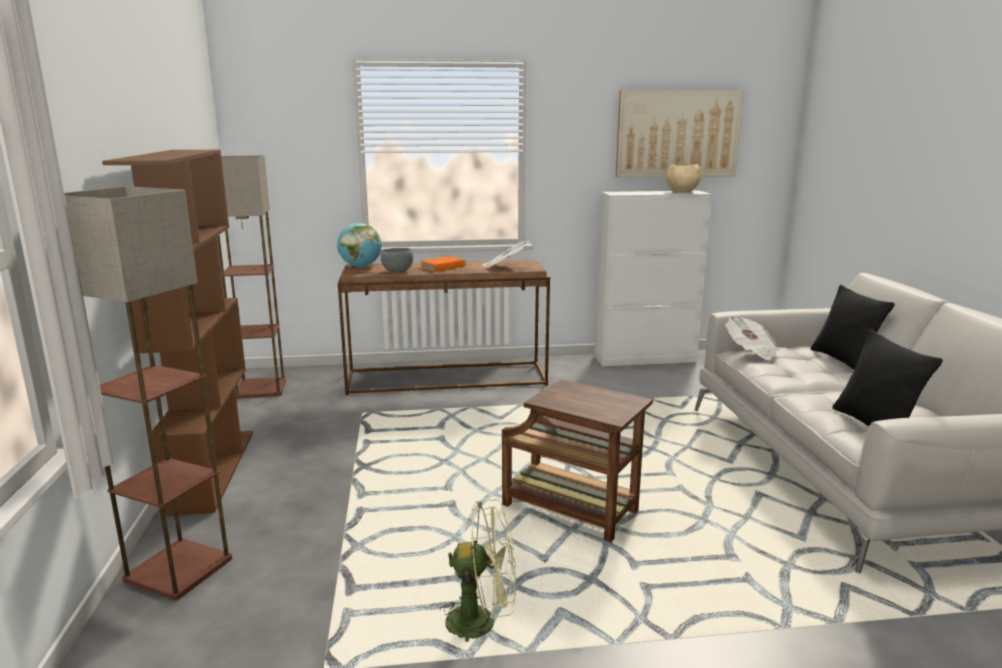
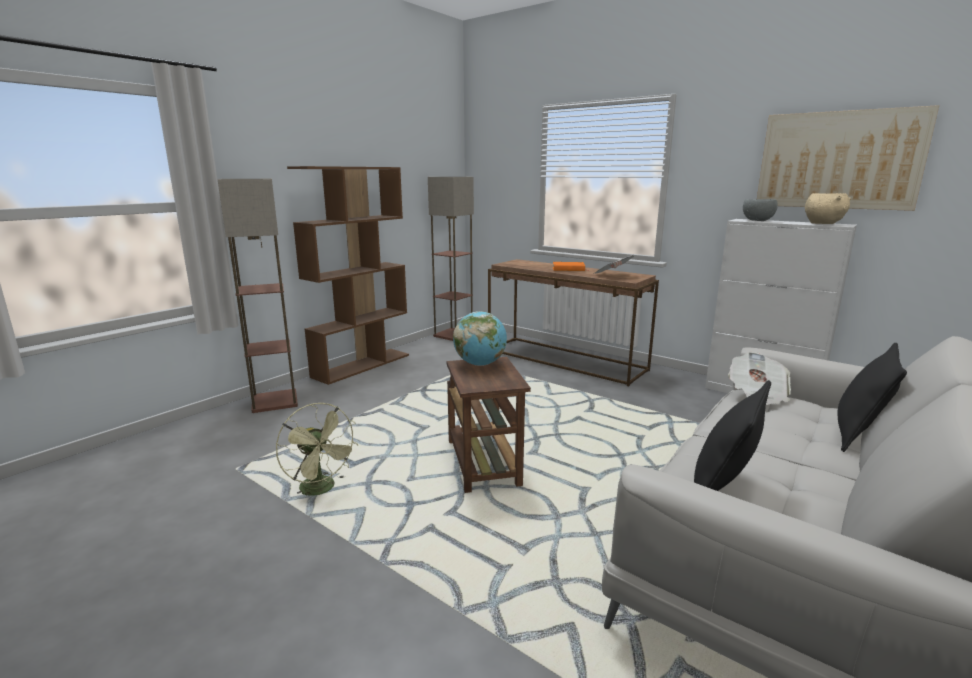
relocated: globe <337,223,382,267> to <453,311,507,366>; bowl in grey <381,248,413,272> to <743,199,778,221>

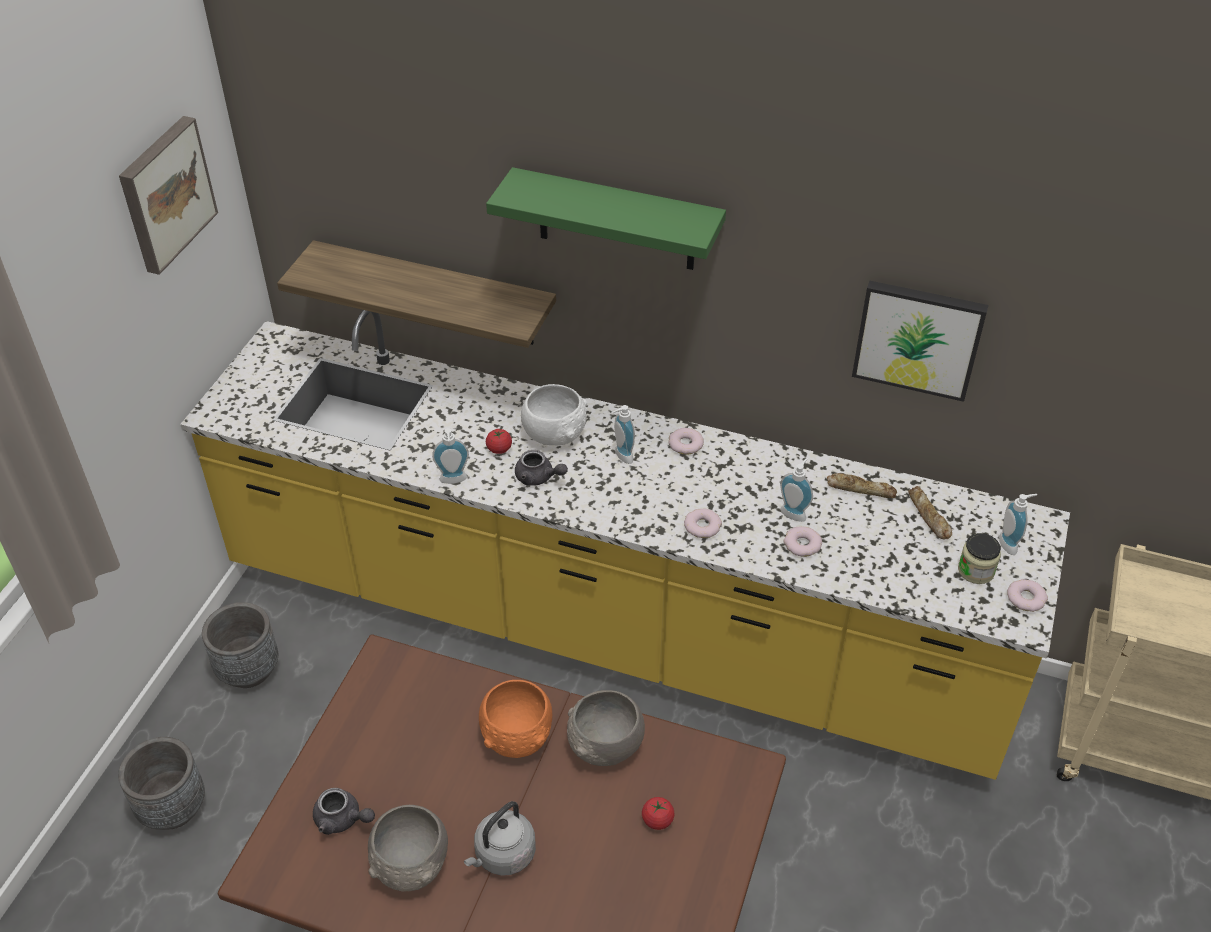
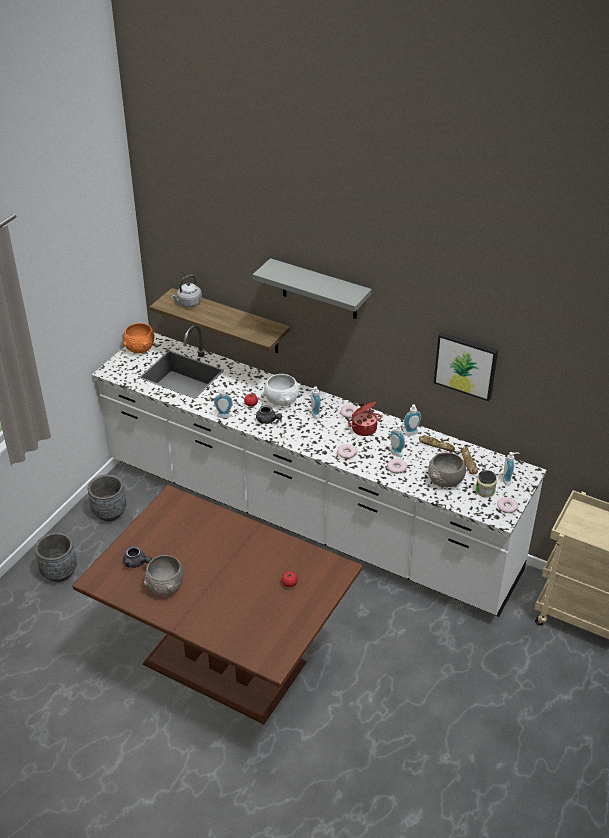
missing: picture <119,116,218,275>
appeared: cooking pot <348,402,382,436>; soap dispenser <404,404,421,436>
relocated: bowl in orange <479,680,552,758> to <123,323,154,353>; kettle in grey <464,801,536,876> to <171,275,202,307>; bowl in grey <567,690,645,766> to <428,452,466,487>
colour: counter in yellow <180,310,1070,780> to counter in white <92,325,546,617>; shelf in green <486,167,726,270> to shelf in grey <253,258,372,319>

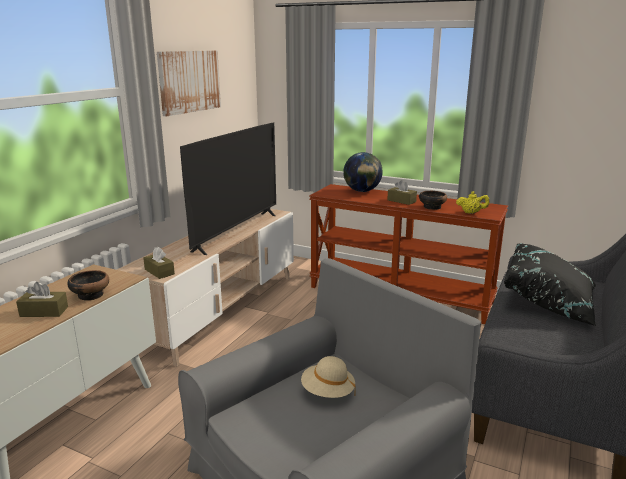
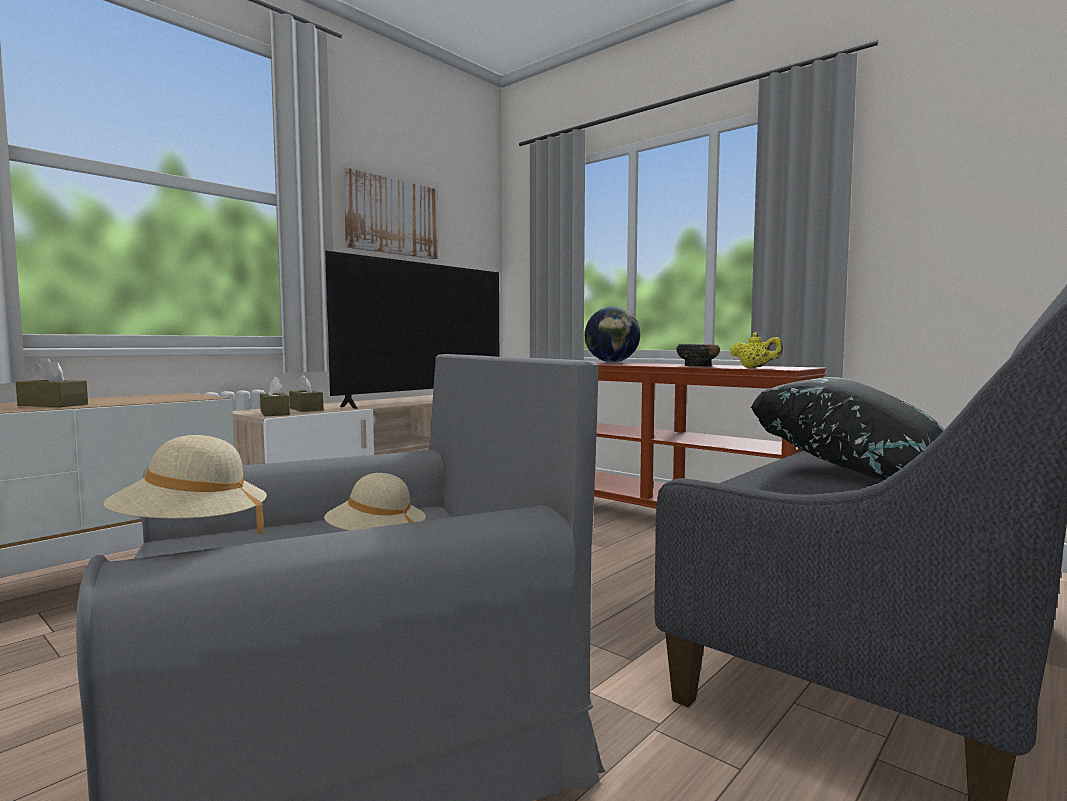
missing: bowl <67,270,109,301>
appeared: hat in beige <104,435,267,534>
relocated: tissue box in brown <387,180,417,205> to <289,374,323,412>

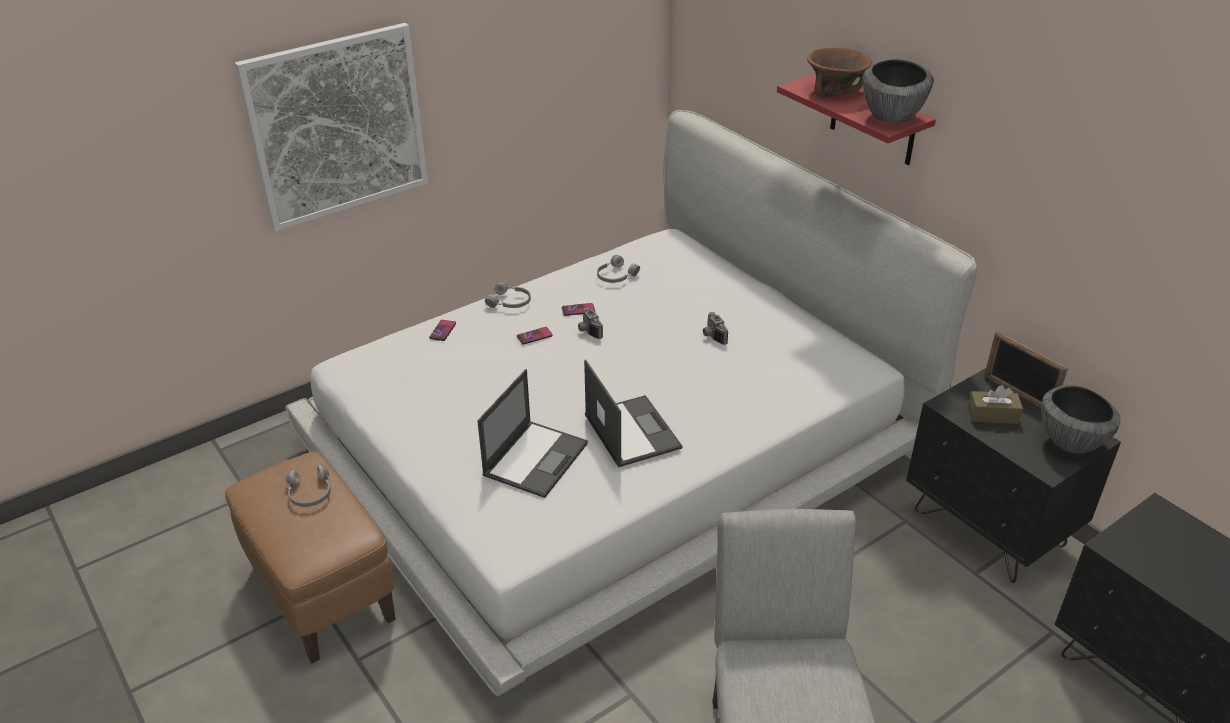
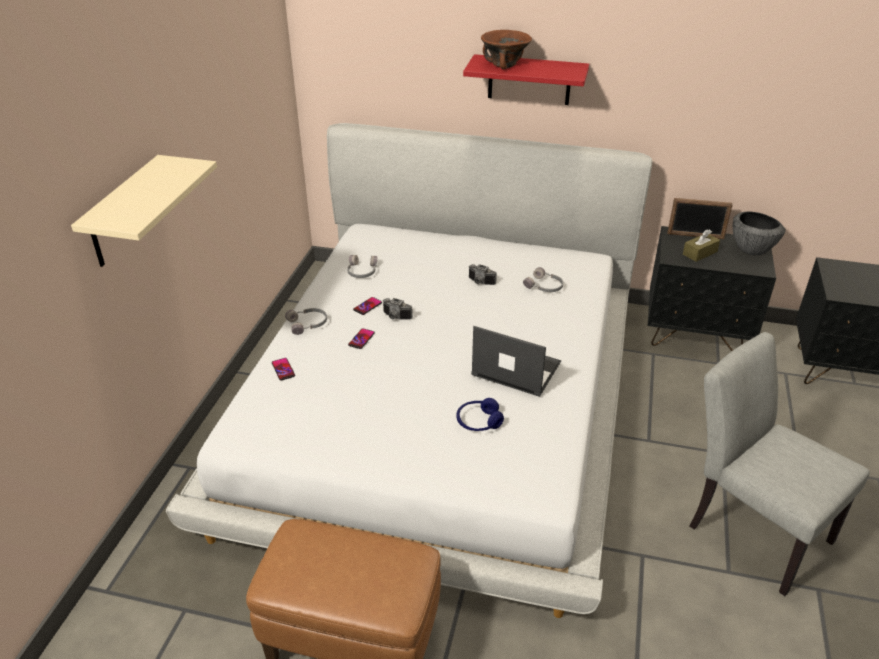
missing: bowl <863,59,934,124>
relocated: headphones in grey <285,464,331,507> to <523,267,563,292>
exchanged: picture <235,23,428,232> to shelf in beige <71,155,217,267>; laptop <477,369,588,498> to headphones in blue <457,398,504,431>

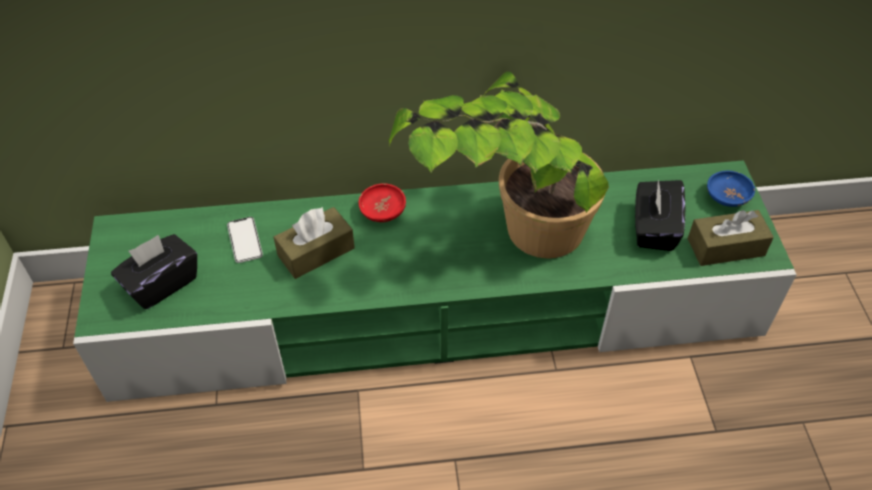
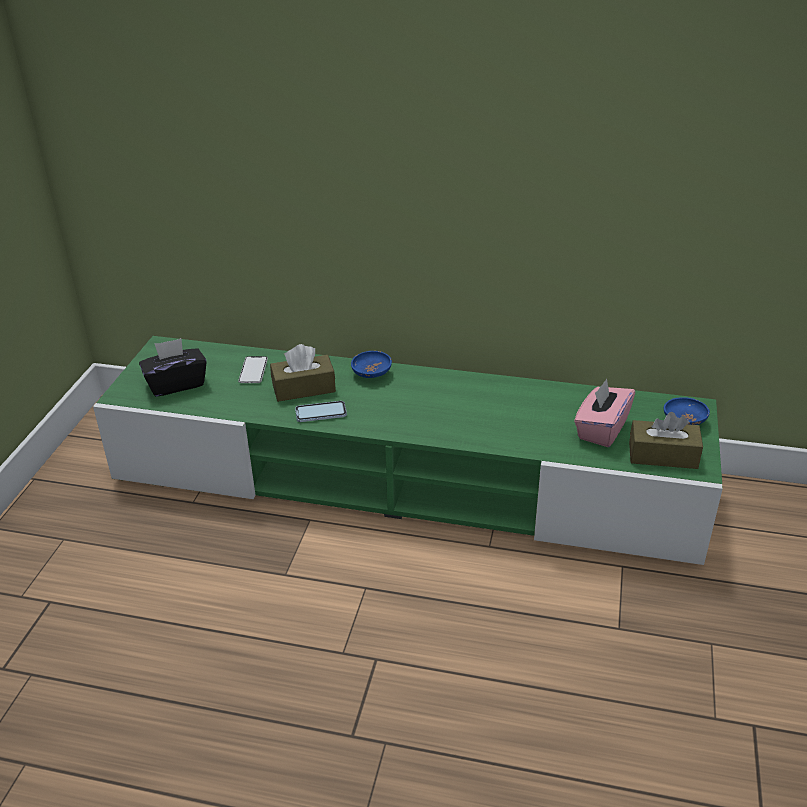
missing: potted plant <388,71,609,259>
appeared: phone <295,401,347,422>
colour: bowl in red <359,183,406,222> to bowl in blue <351,351,392,378>; tissue box in black <635,180,685,251> to tissue box in pink <574,379,635,447>

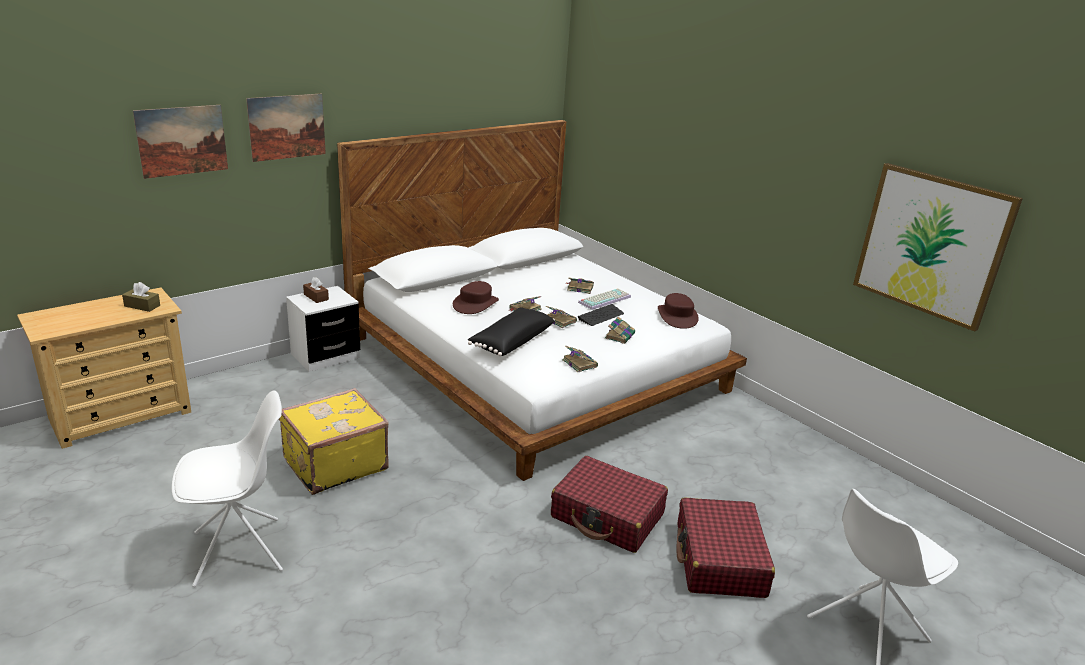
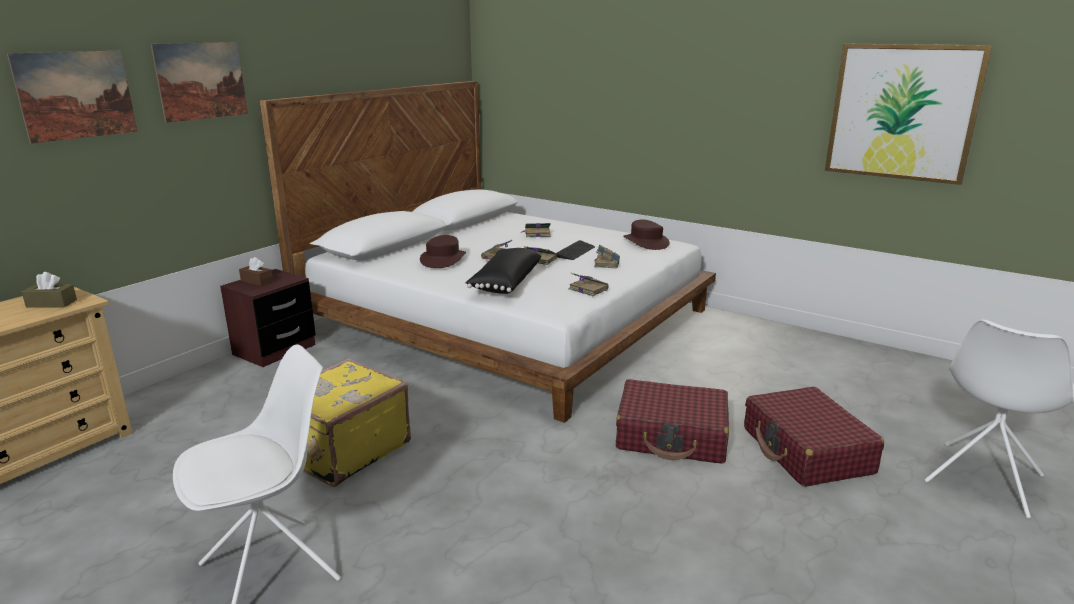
missing: keyboard <578,288,631,310>
colour: nightstand in white <286,286,360,372> to nightstand in brown <220,269,316,367>

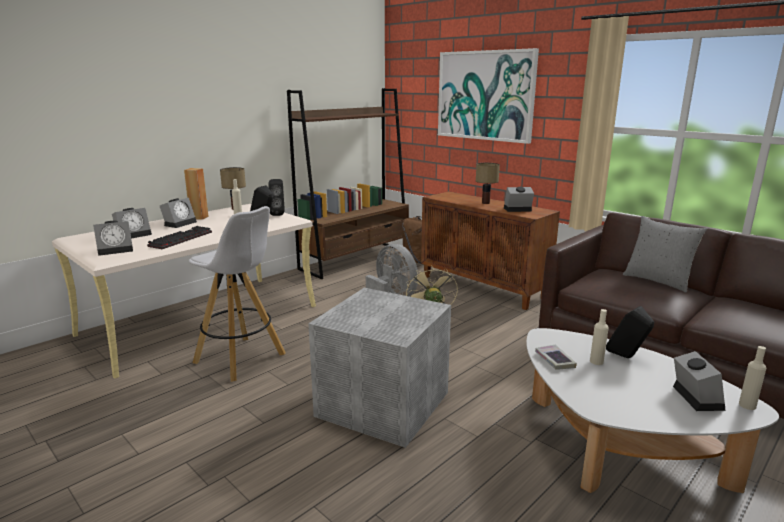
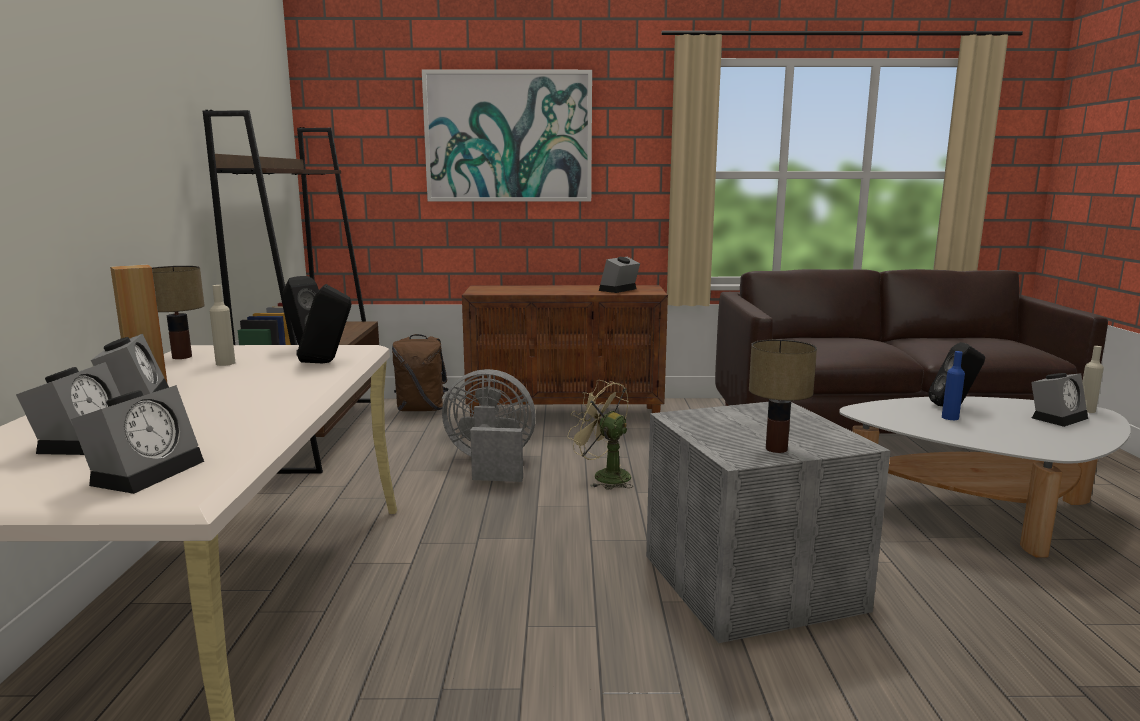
missing: keyboard <147,226,212,249>; stool in white <189,206,286,382>; book <535,345,577,370>; pillow in grey <623,216,707,293>
relocated: table lamp <476,163,500,204> to <749,339,817,453>
colour: bottle in beige <590,309,609,365> to bottle in blue <942,351,965,420>
spun: alarm clock <673,351,725,411> = <1031,373,1088,427> 105 degrees clockwise

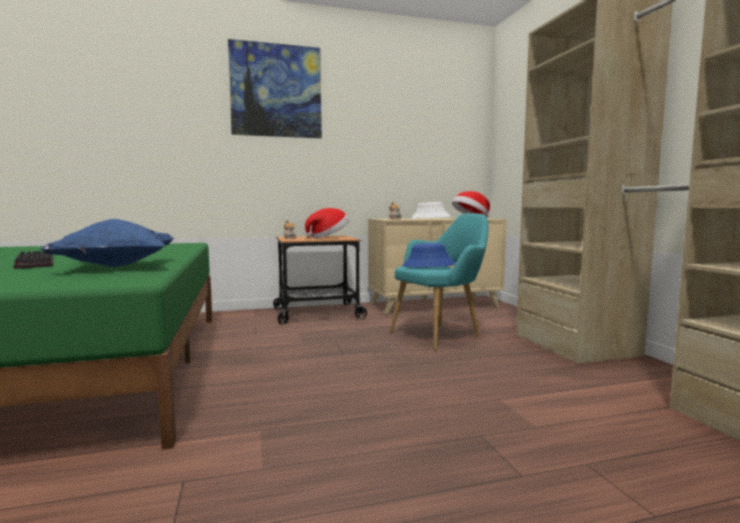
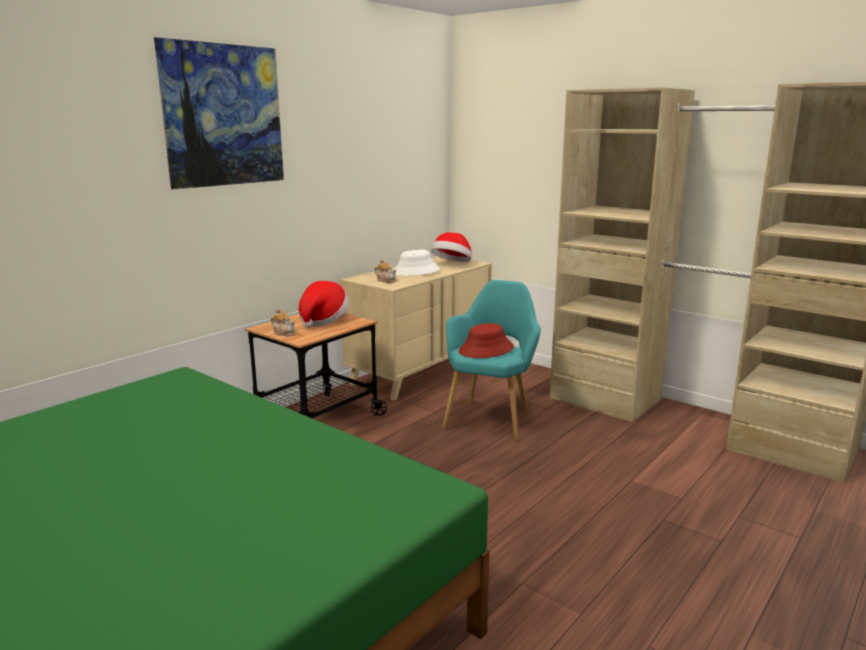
missing: keyboard <13,251,53,269>; pillow in blue <40,219,174,267>
colour: hat in blue <402,243,455,268> to hat in red <459,323,514,358>

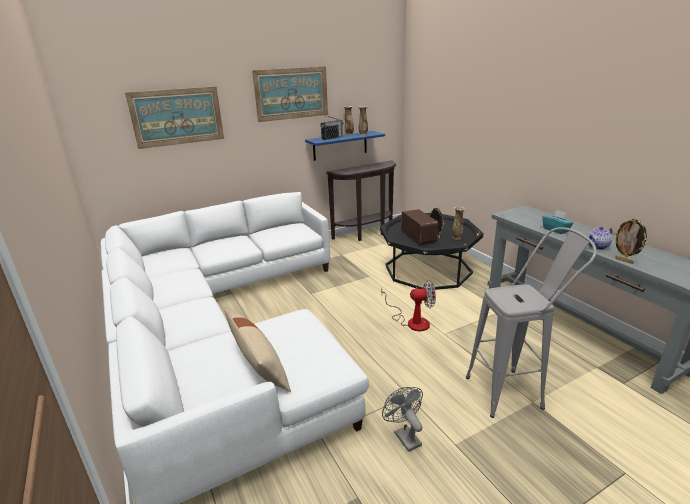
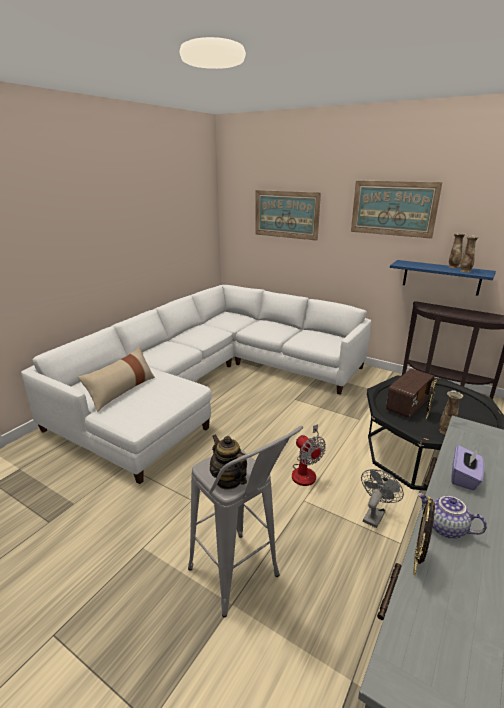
missing: radio <320,115,343,140>
appeared: teapot <210,434,247,490>
relocated: fan in grey <382,387,423,452> to <361,469,404,528>
colour: tissue box in turquoise <542,210,573,234> to tissue box in purple <452,445,484,491>

